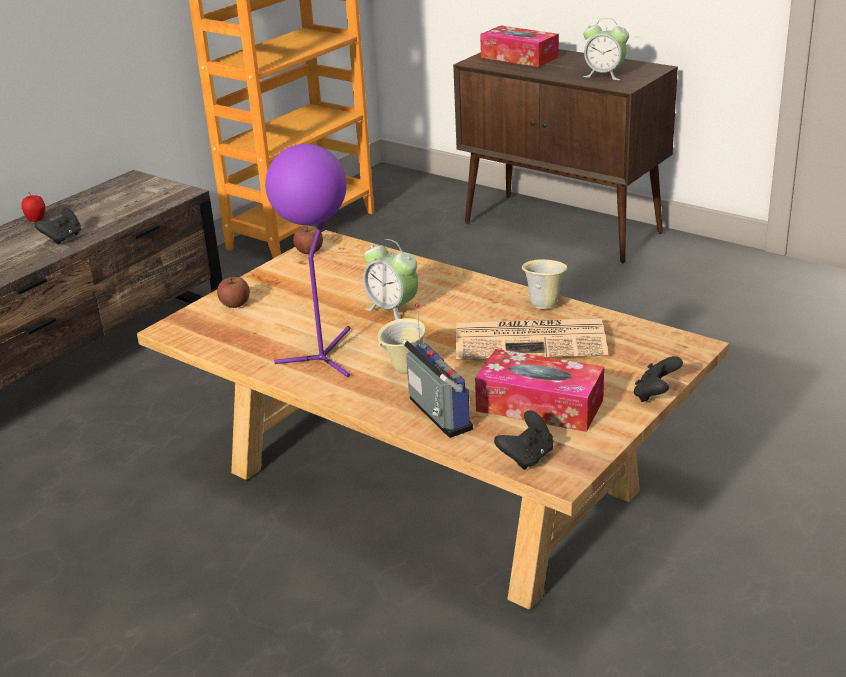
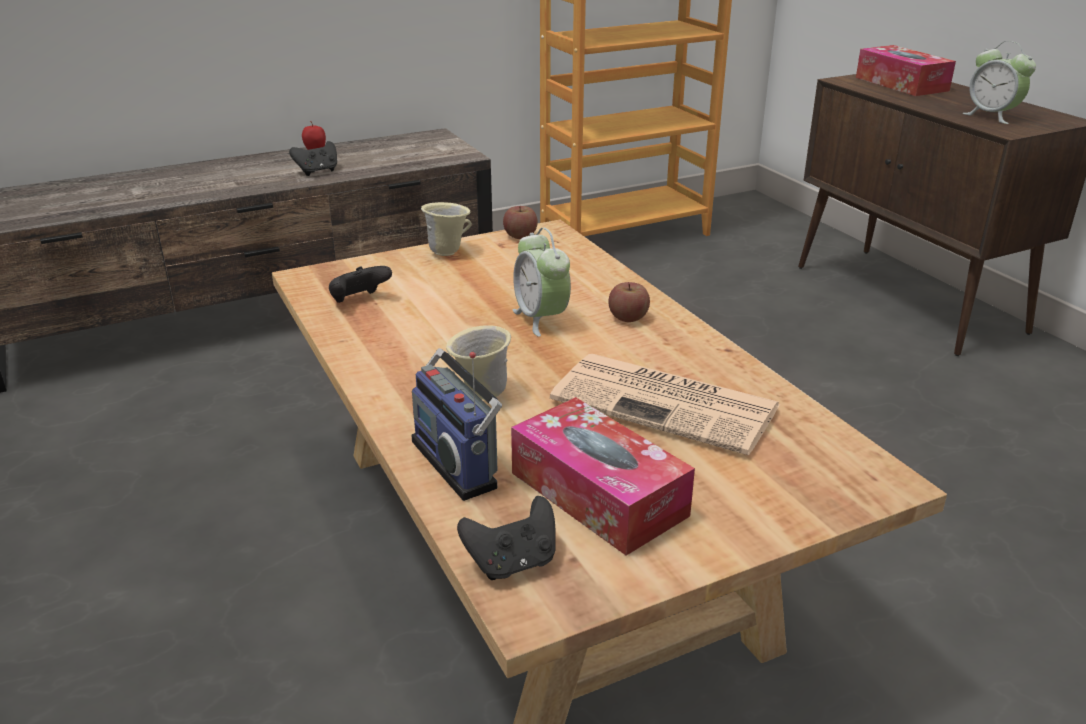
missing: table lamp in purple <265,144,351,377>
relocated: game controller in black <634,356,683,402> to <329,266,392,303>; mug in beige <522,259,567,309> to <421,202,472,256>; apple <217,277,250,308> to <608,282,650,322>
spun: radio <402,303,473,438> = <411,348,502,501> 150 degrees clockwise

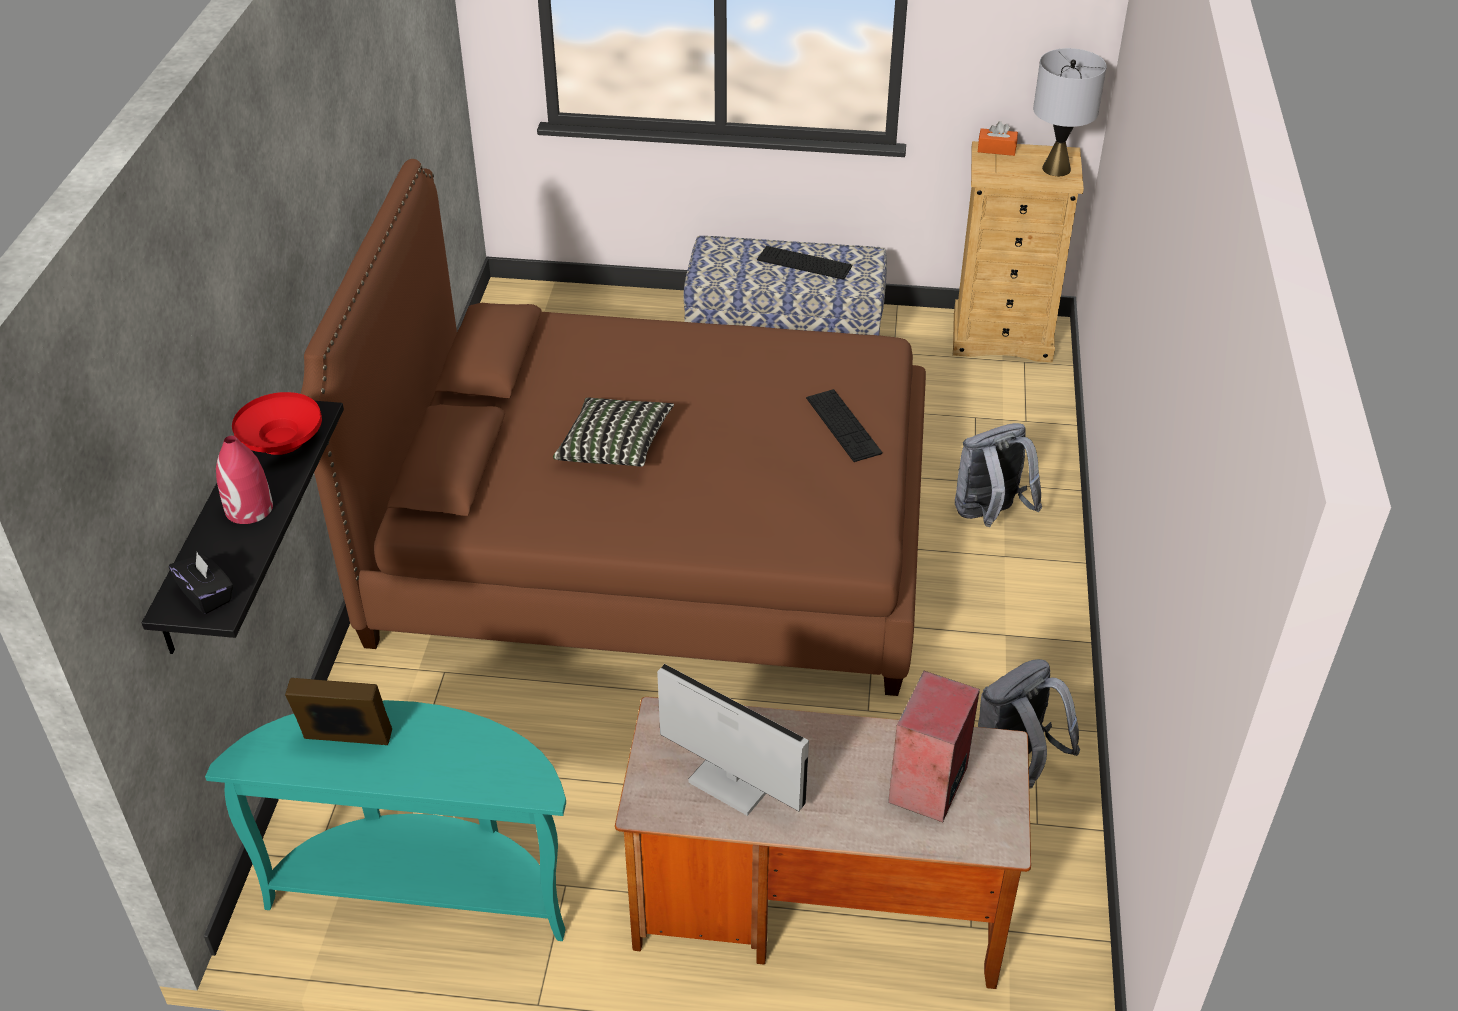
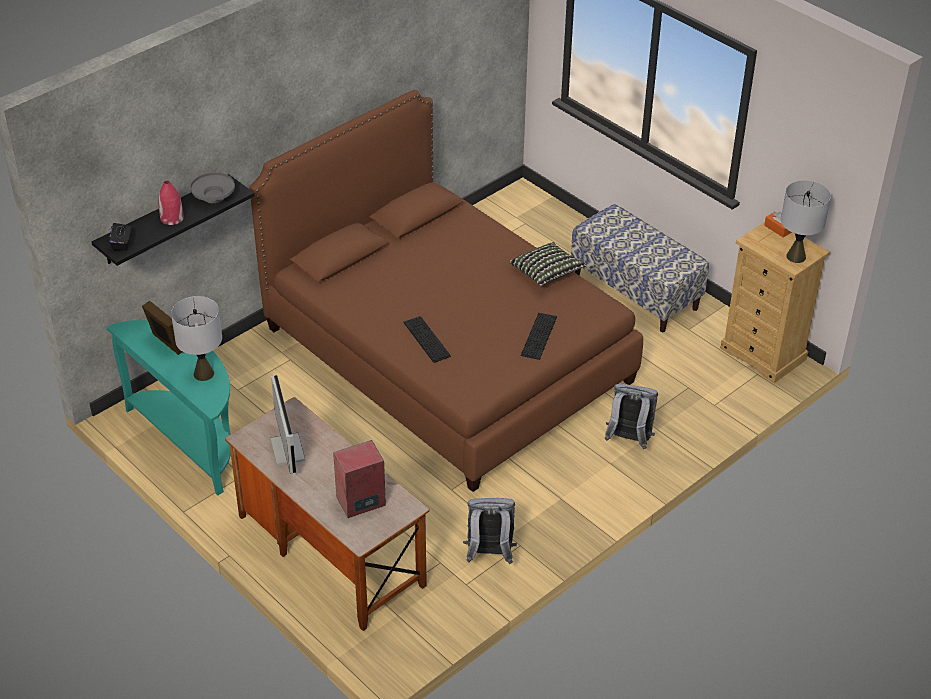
appeared: table lamp in grey <171,296,222,381>
relocated: keyboard <757,246,852,280> to <403,316,451,363>; pillow <553,398,674,467> to <509,242,587,286>
colour: bowl in red <232,392,322,455> to bowl in grey <191,173,235,203>

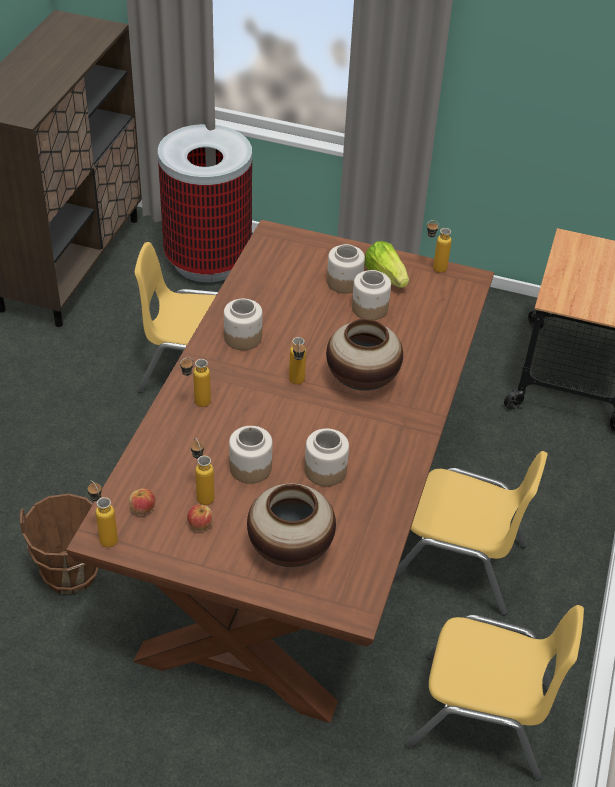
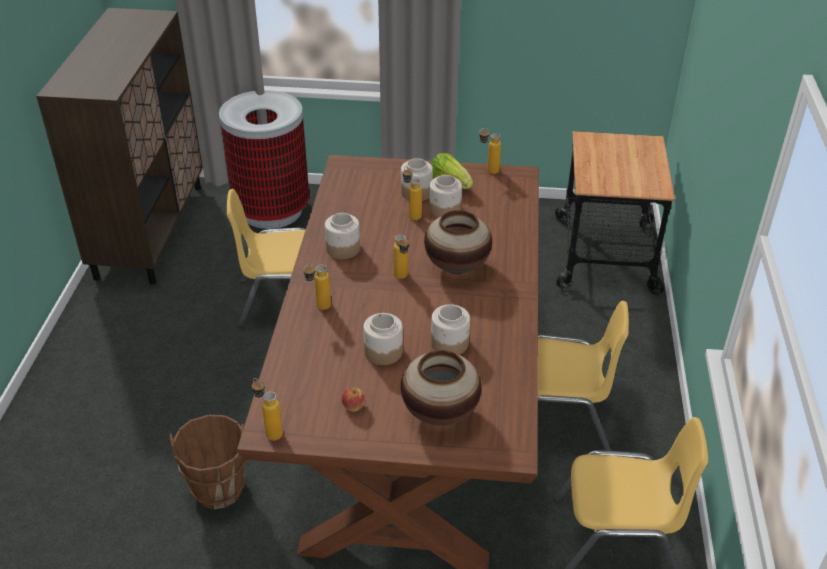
missing: apple <129,488,155,515>
relocated: bottle <191,438,214,505> to <403,166,422,220>

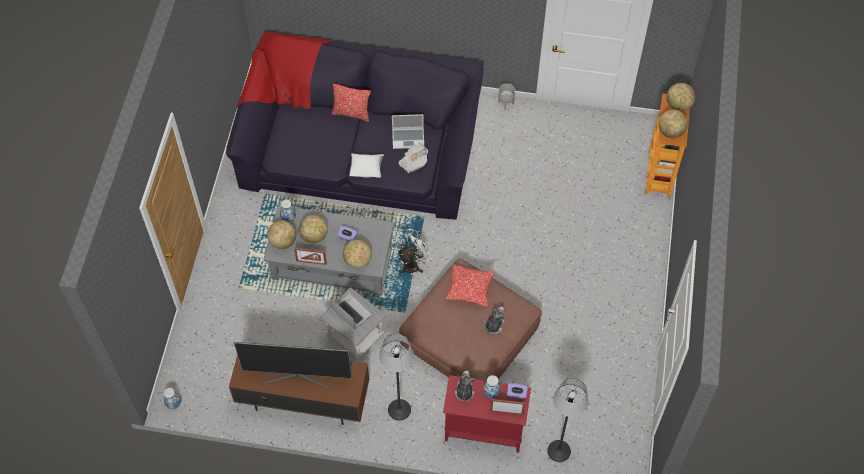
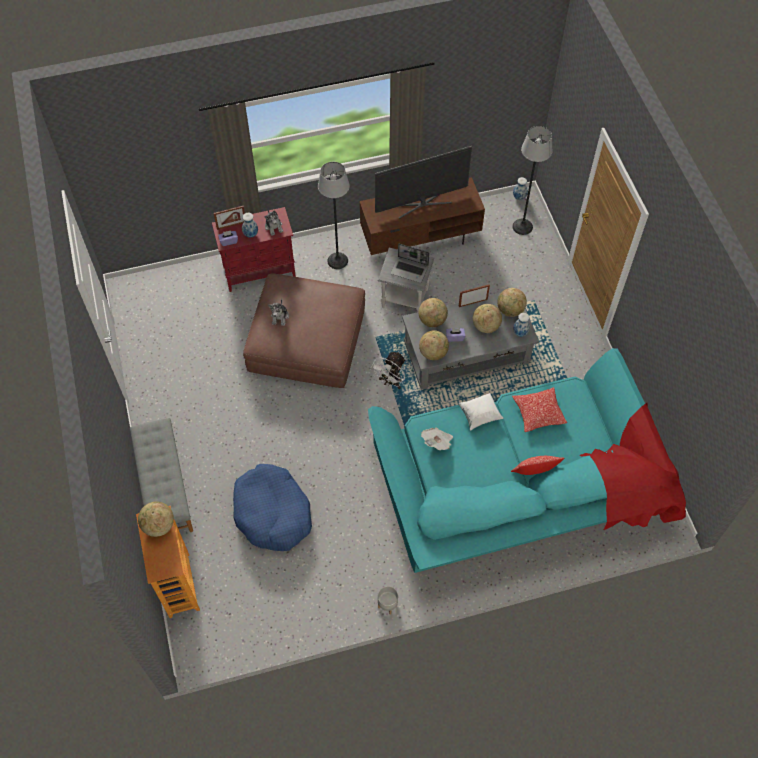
missing: laptop <392,114,424,149>
appeared: bench in grey <130,418,193,532>; dog bed in blue <233,464,312,551>
relocated: globe <667,83,695,111> to <419,330,449,360>; floor lamp <547,378,589,462> to <512,126,552,235>; pillow <446,265,494,307> to <512,387,567,432>
colour: sofa in black <226,32,483,220> to sofa in turquoise <368,348,686,573>

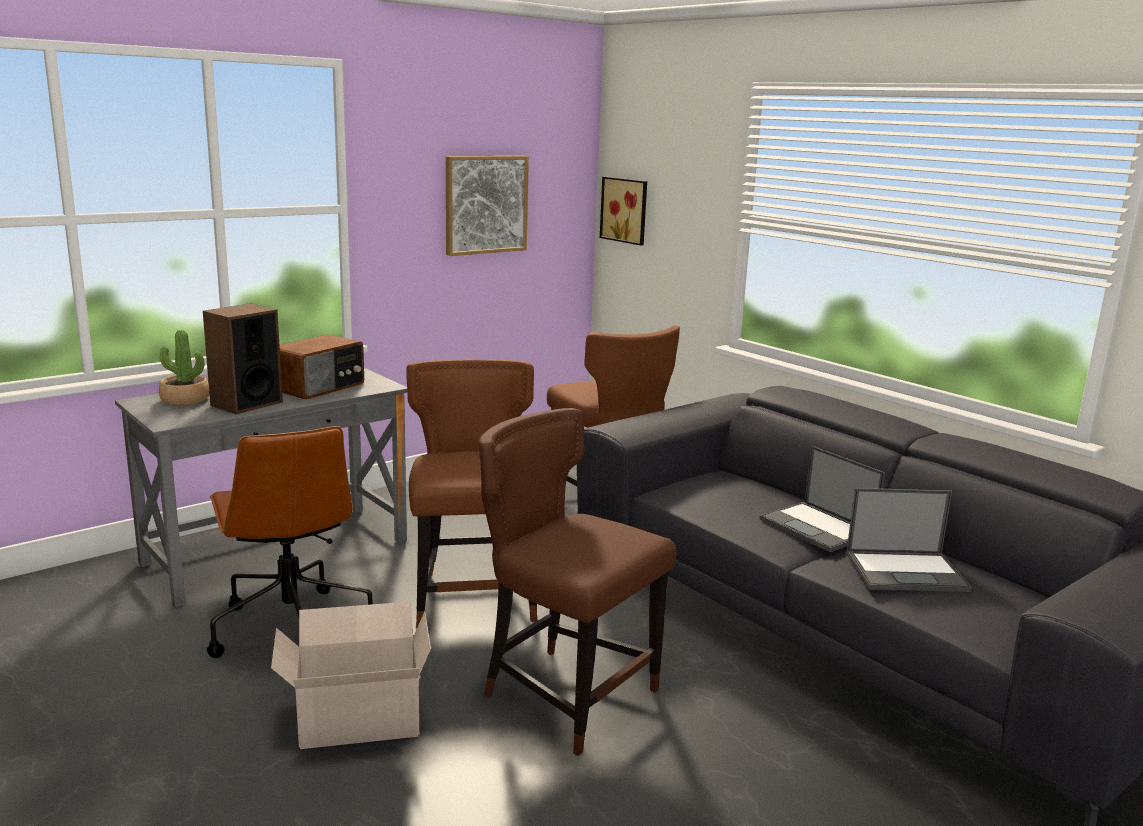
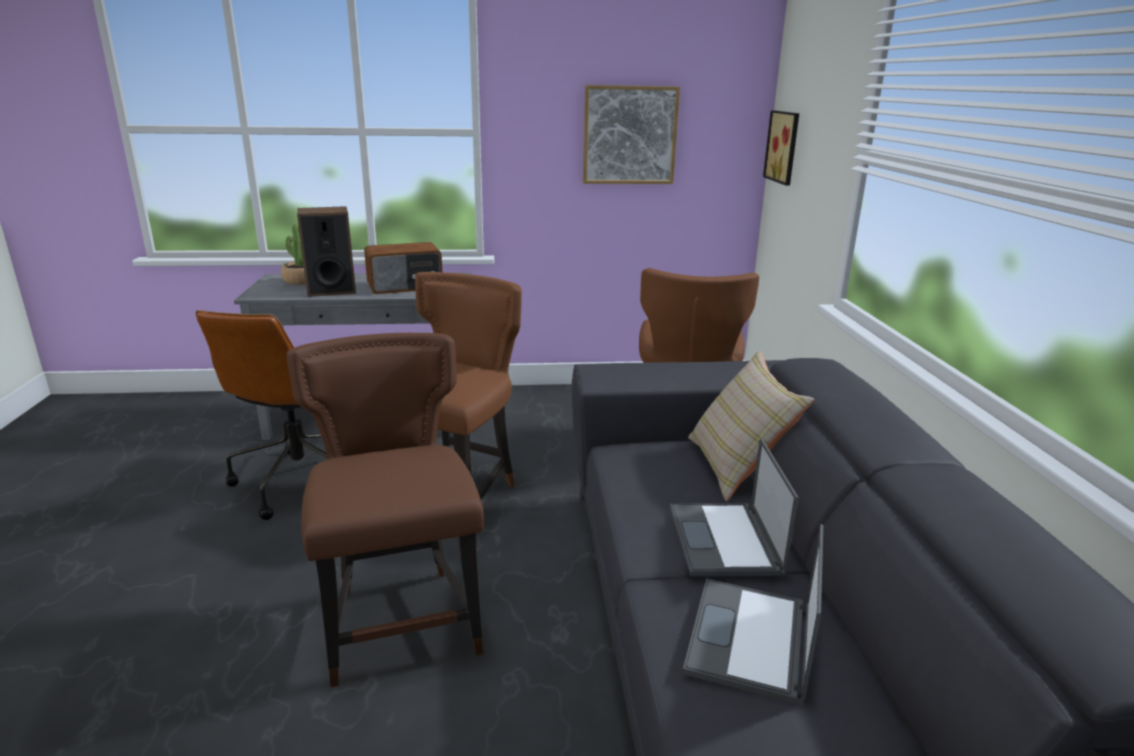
missing: cardboard box <271,602,431,749>
appeared: pillow in beige <688,350,814,501>
spun: laptop <846,488,972,592> = <682,524,823,706> 75 degrees clockwise

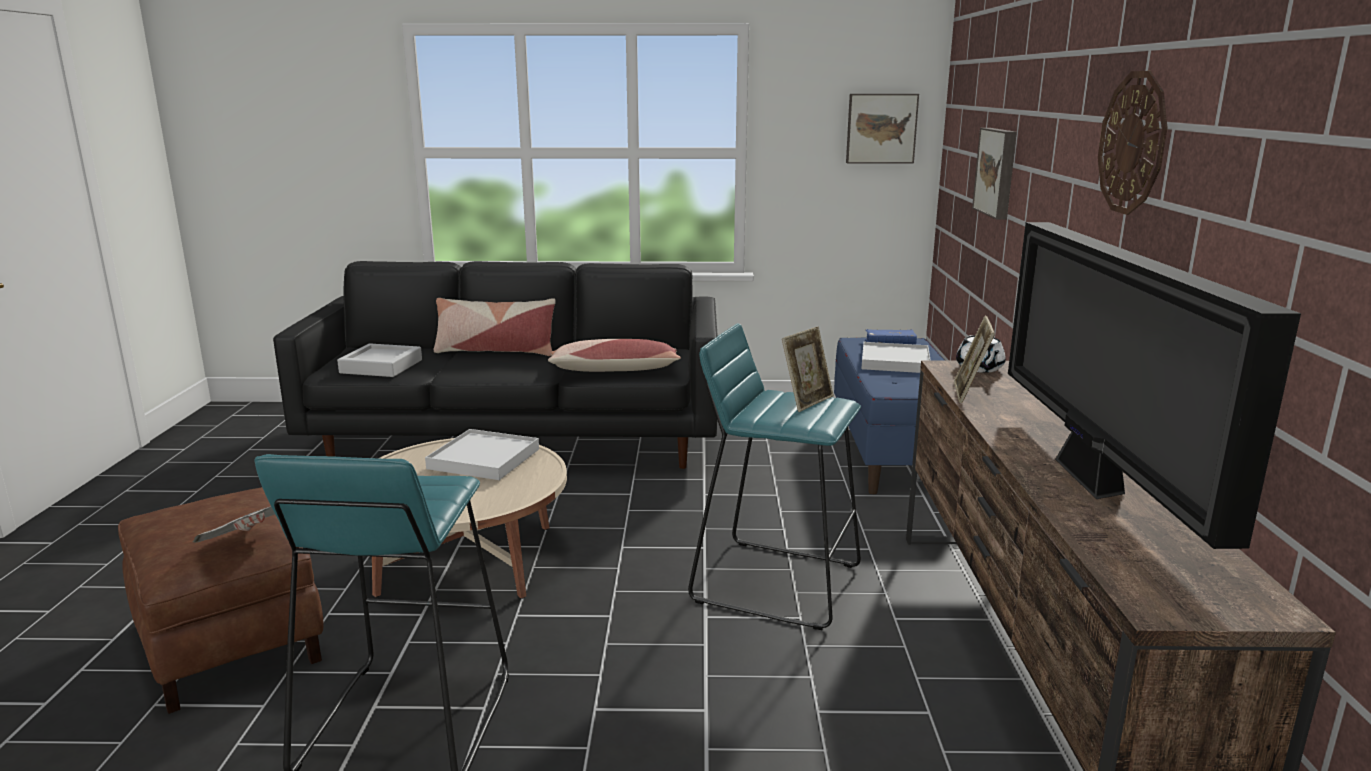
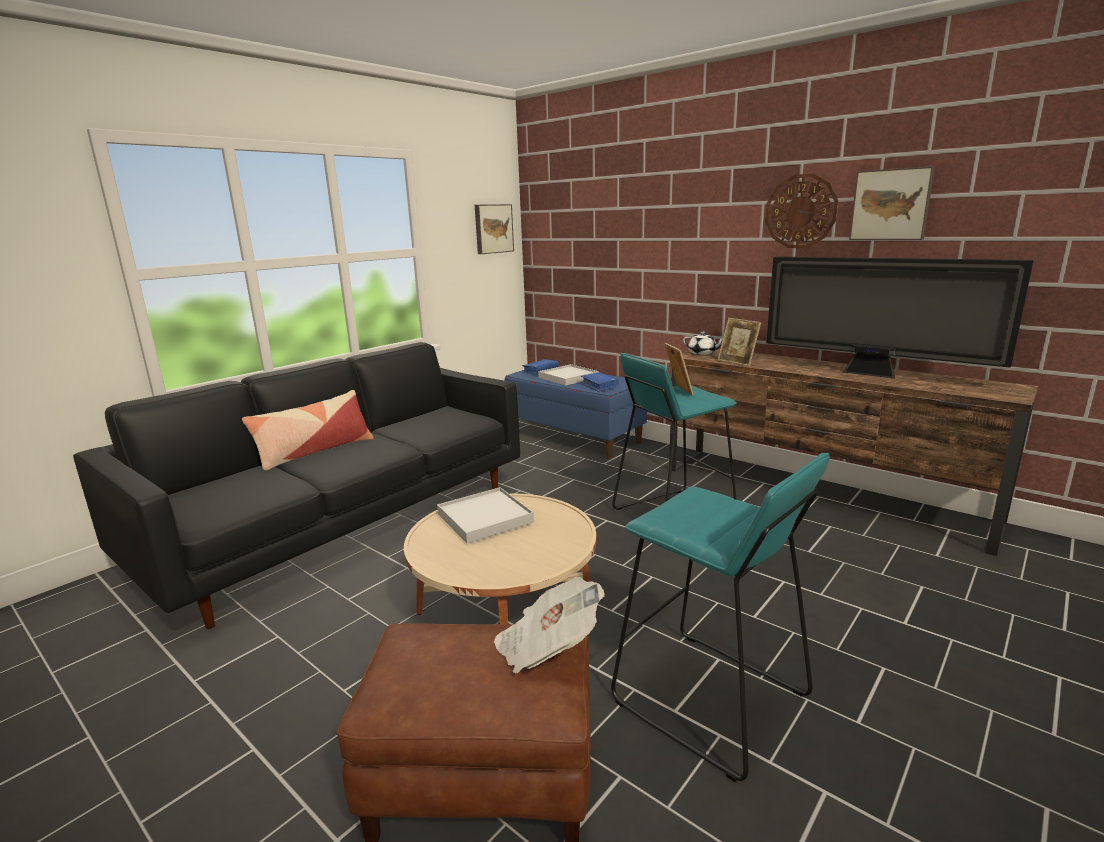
missing: tray in grey <337,343,422,377>; pillow <548,339,681,372>
appeared: book in blue <581,372,619,392>
relocated: picture <972,128,1017,220> to <849,166,935,240>

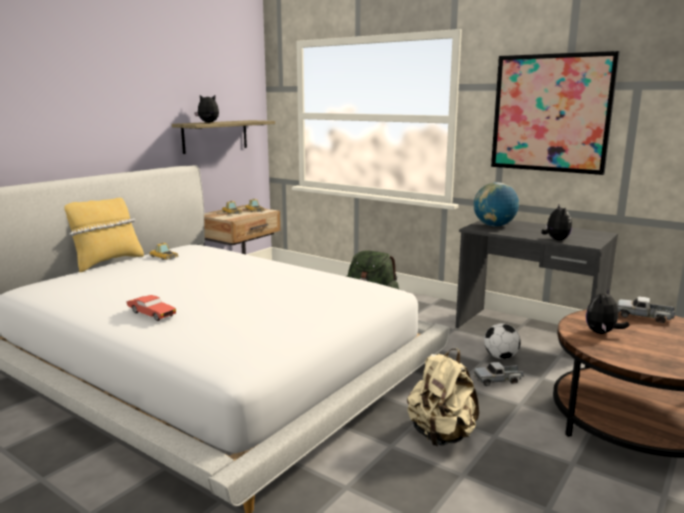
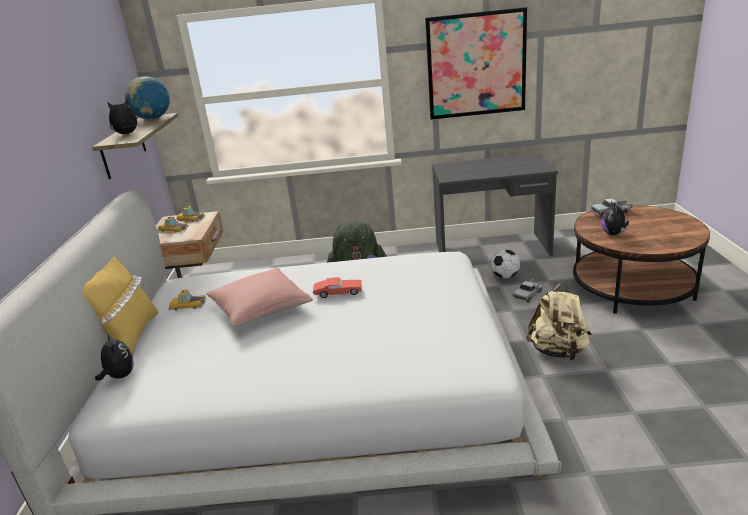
appeared: pillow in pink <206,268,313,326>
relocated: plush toy <541,203,572,240> to <95,334,134,380>; globe <474,182,519,226> to <125,76,170,120>; toy car in red <126,295,176,321> to <313,277,362,298>

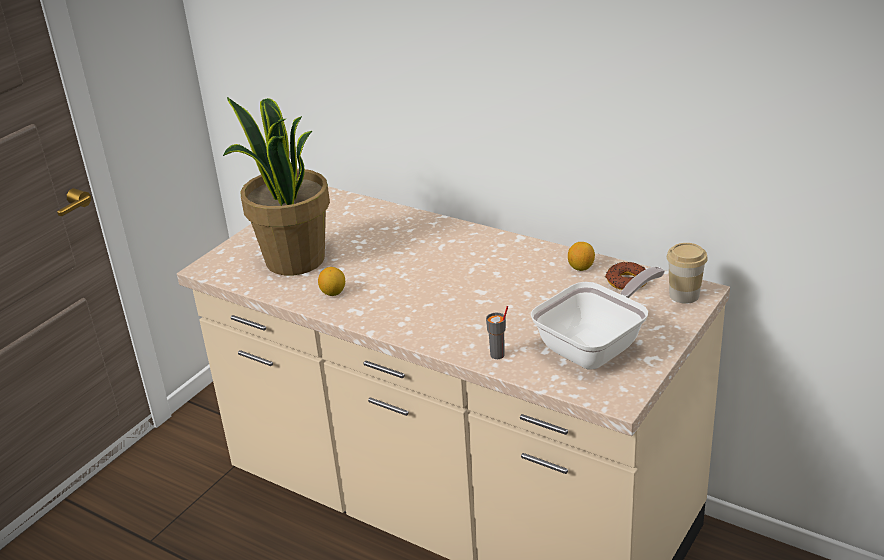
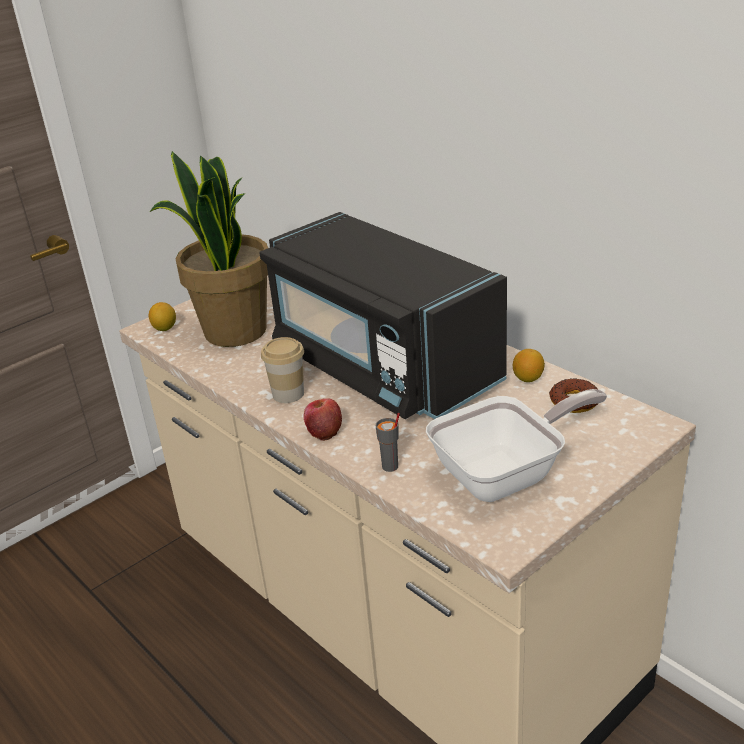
appeared: microwave in black <259,212,507,419>; apple <303,398,342,441>
relocated: lemon <318,267,345,296> to <149,302,176,331>; cup <667,243,708,304> to <261,337,304,403>

